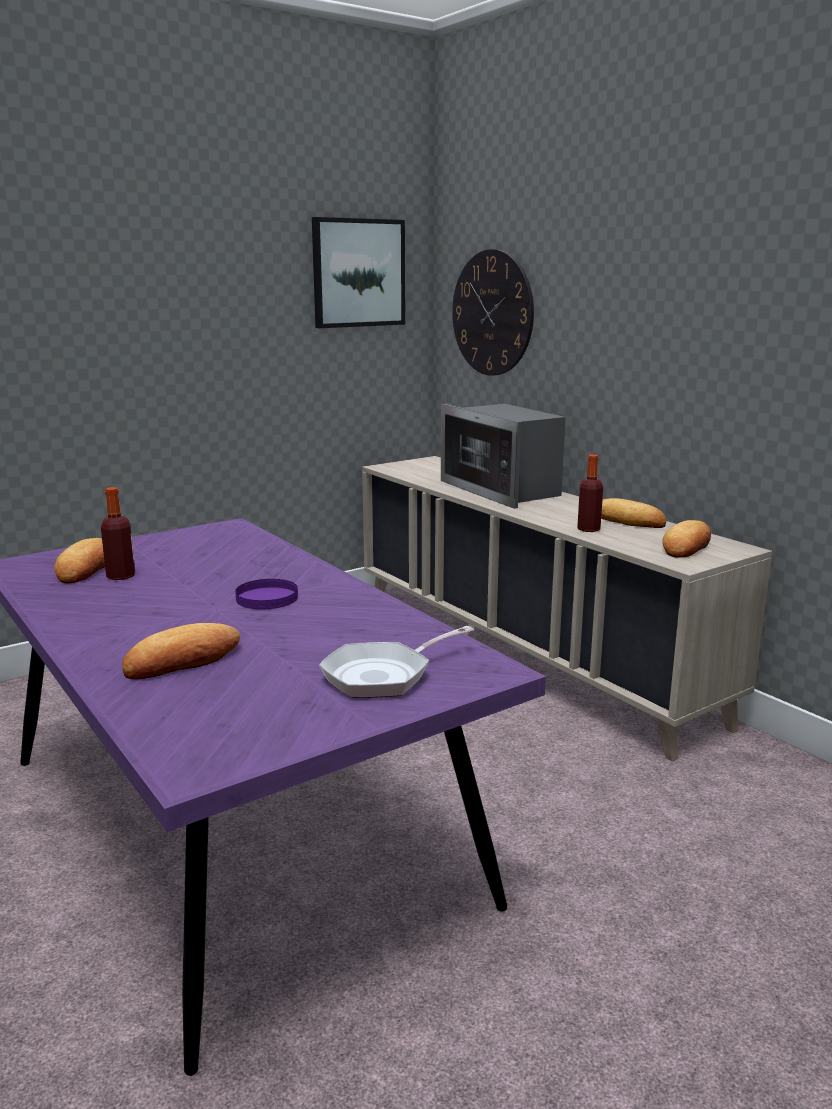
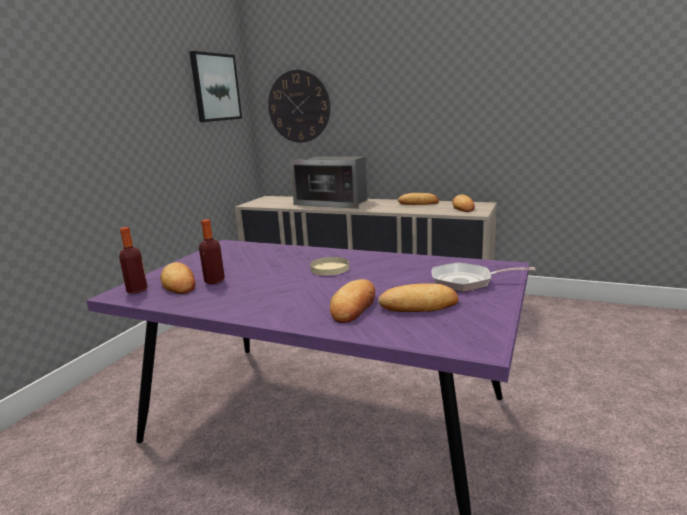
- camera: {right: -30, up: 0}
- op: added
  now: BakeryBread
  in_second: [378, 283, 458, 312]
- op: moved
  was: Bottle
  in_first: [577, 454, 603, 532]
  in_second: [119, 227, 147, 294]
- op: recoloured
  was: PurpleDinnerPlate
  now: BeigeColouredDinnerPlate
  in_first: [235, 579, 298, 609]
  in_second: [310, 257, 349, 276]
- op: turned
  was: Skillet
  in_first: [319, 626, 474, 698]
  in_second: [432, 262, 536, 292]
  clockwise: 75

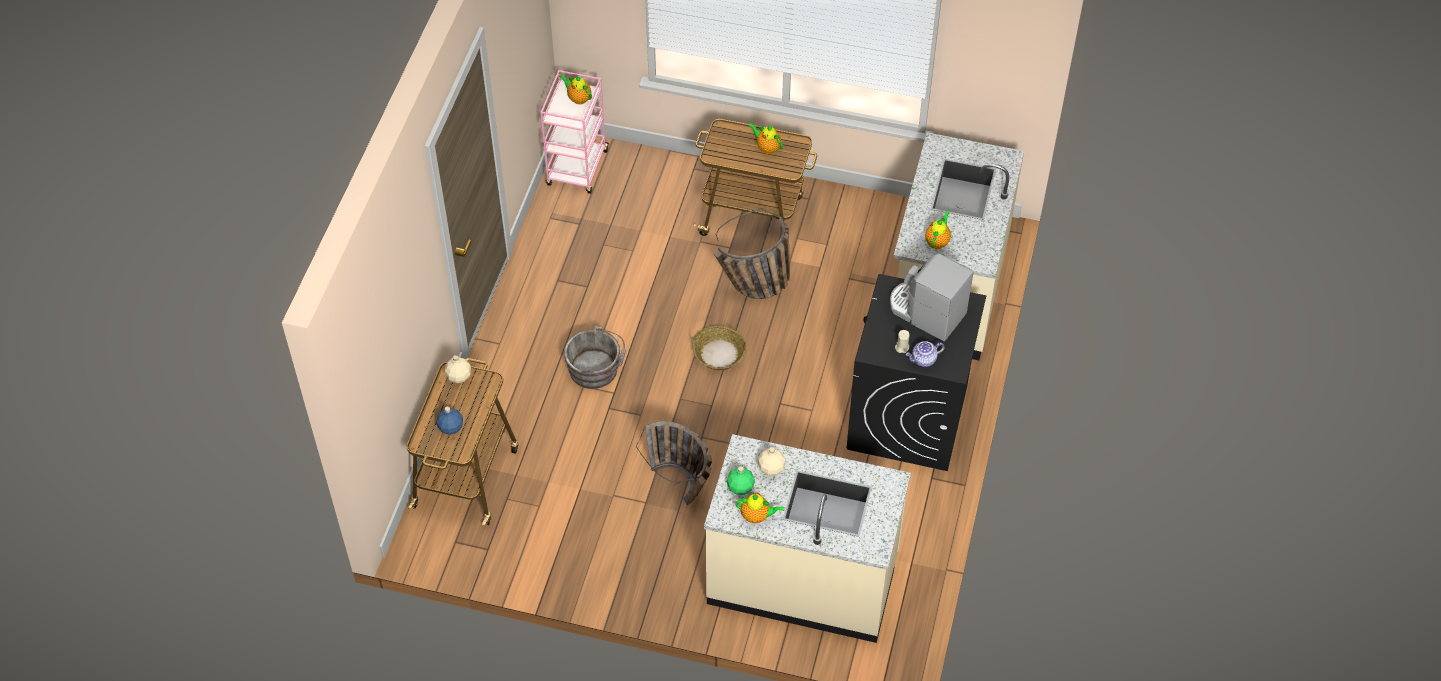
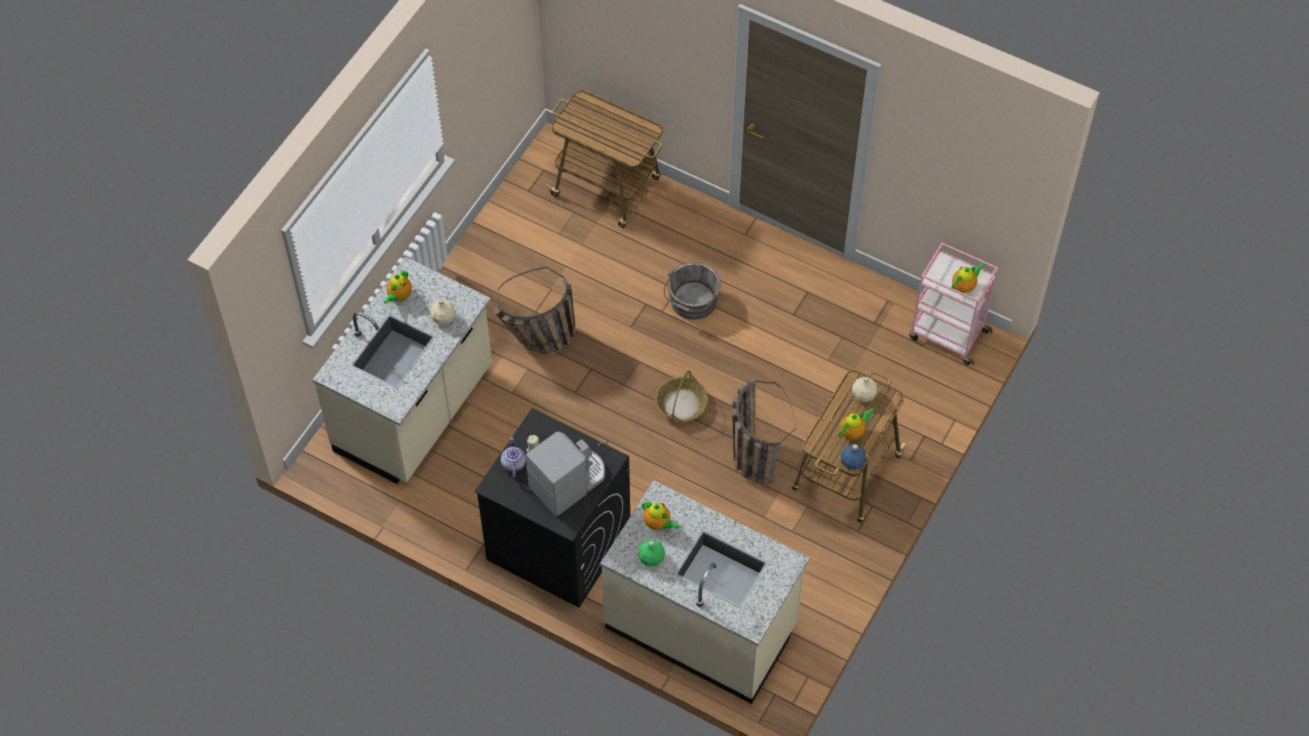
- camera: {right: 105, up: 5}
- op: moved
  was: BlueColouredBottle
  in_first: [437, 406, 463, 435]
  in_second: [841, 444, 866, 470]
- op: moved
  was: BeigeColouredBottle
  in_first: [445, 355, 471, 383]
  in_second: [852, 376, 877, 402]
- op: moved
  was: GreenishBottle
  in_first: [726, 466, 755, 495]
  in_second: [638, 540, 665, 566]

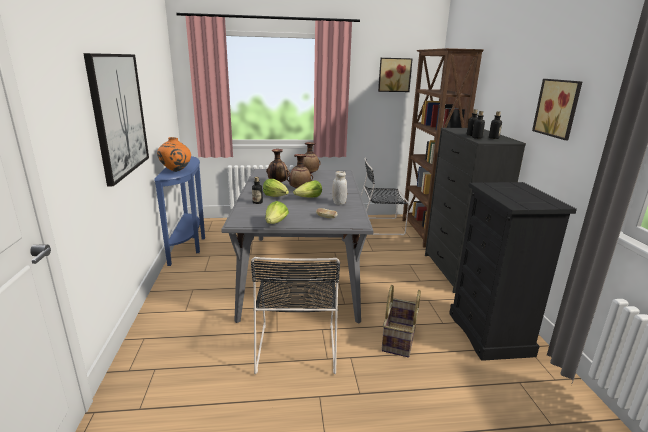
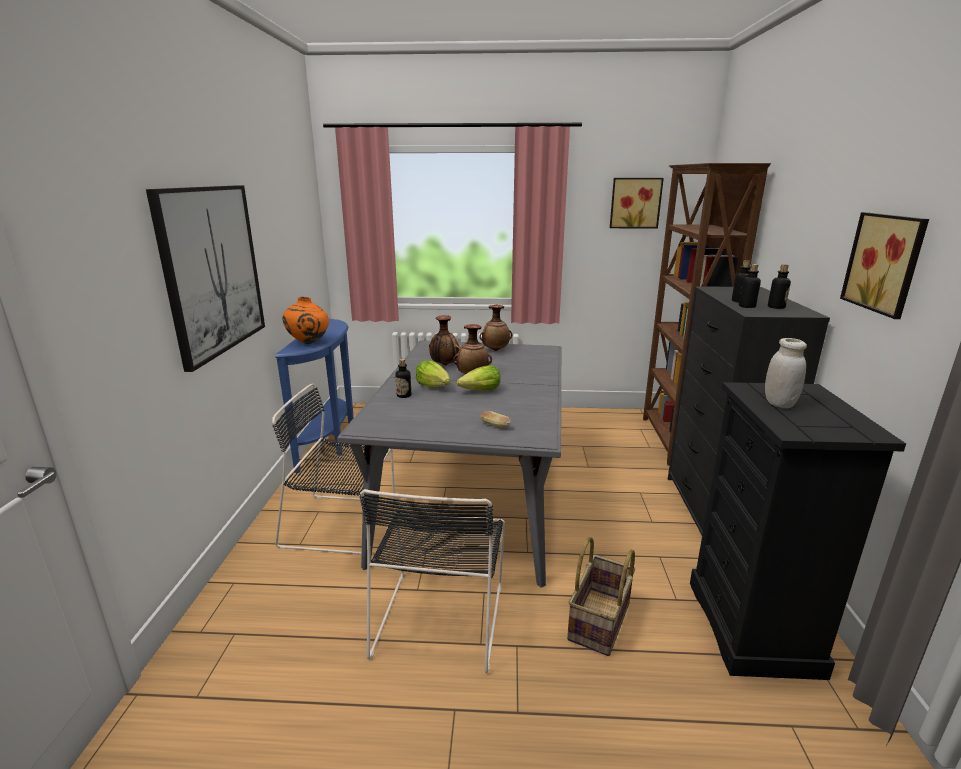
- camera: {right: 10, up: 0}
- op: removed
  was: HeadOfLettuce
  in_first: [265, 201, 289, 224]
- op: moved
  was: WhitishJar
  in_first: [332, 171, 347, 205]
  in_second: [765, 338, 807, 408]
- op: moved
  was: BlackishChair
  in_first: [361, 157, 409, 235]
  in_second: [272, 383, 395, 555]

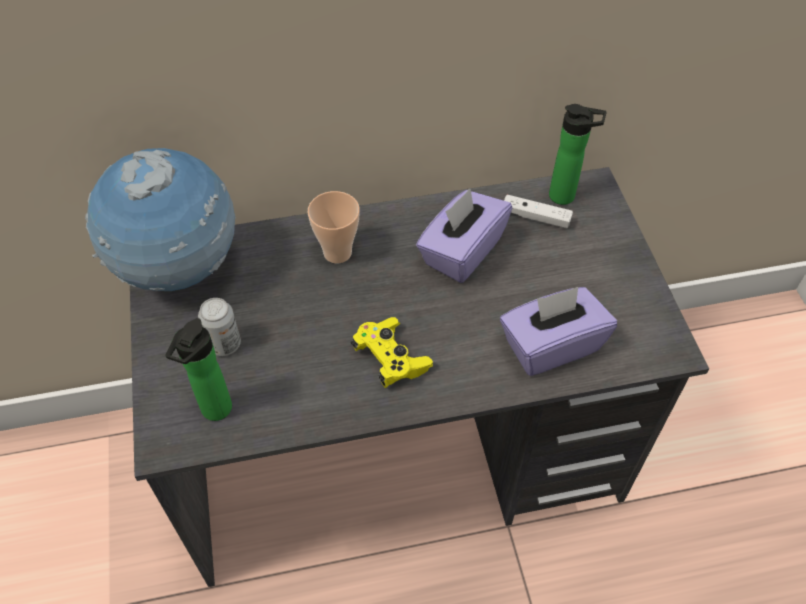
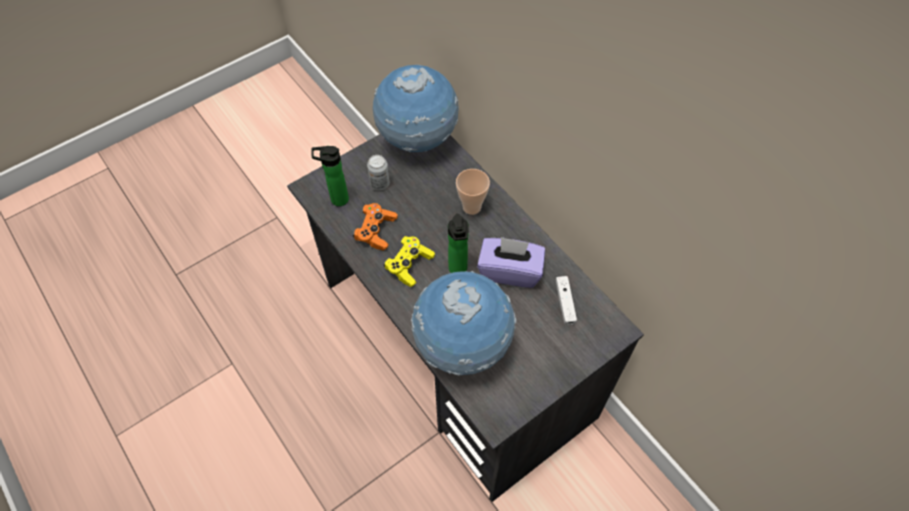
- camera: {right: 65, up: 5}
- op: added
  now: OrangeyJoypad
  in_second: [353, 203, 398, 251]
- op: moved
  was: Bottle
  in_first: [549, 104, 606, 205]
  in_second: [448, 213, 469, 273]
- op: replaced
  was: PurpleTissueBox
  now: WorldGlobe
  in_first: [500, 287, 617, 376]
  in_second: [411, 271, 517, 375]

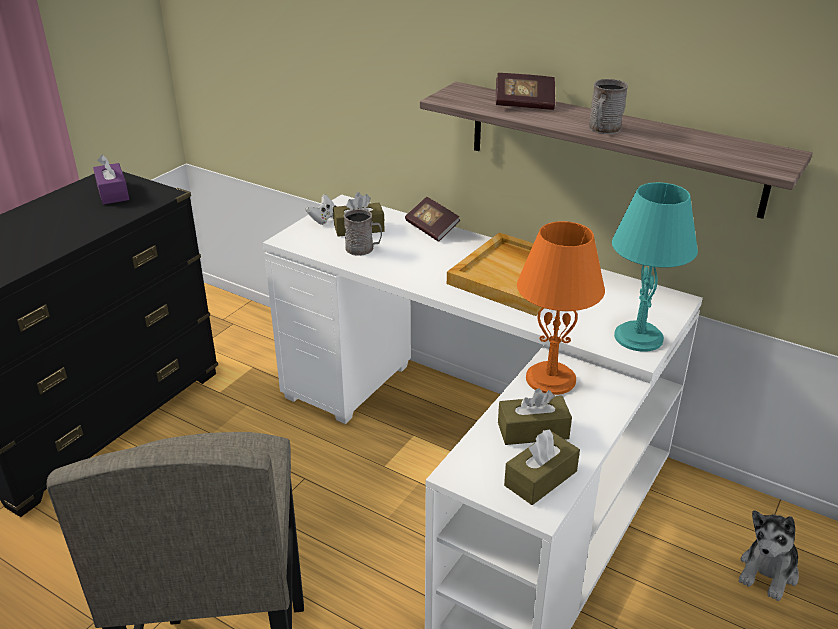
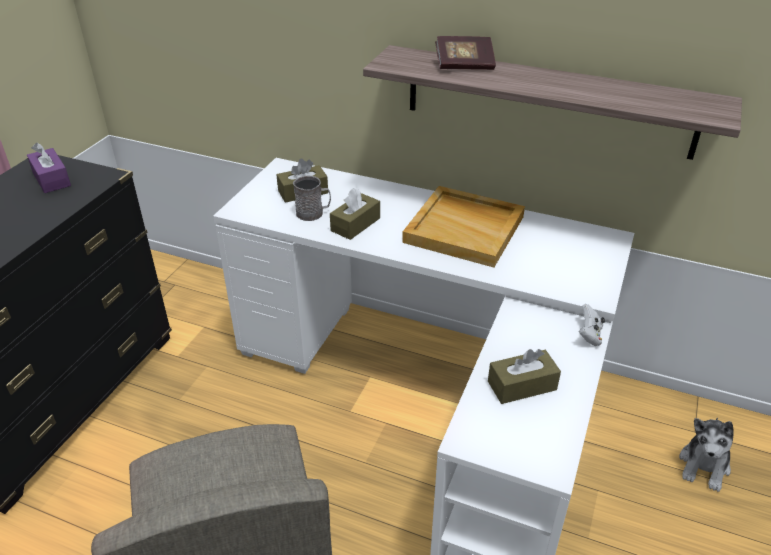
- camera: {right: -10, up: 5}
- op: removed
  was: Volume
  in_first: [405, 197, 460, 241]
- op: removed
  was: OrangeyTabletopLamp
  in_first: [517, 221, 605, 395]
- op: removed
  was: GreyishCoffeeMug
  in_first: [589, 79, 628, 134]
- op: removed
  was: TurquoiseColouredTabletopLamp
  in_first: [612, 182, 698, 352]
- op: moved
  was: WhitishJoypad
  in_first: [305, 194, 337, 225]
  in_second: [579, 304, 605, 346]
- op: moved
  was: BrownColouredTissueBox
  in_first: [504, 430, 580, 505]
  in_second: [330, 188, 380, 240]

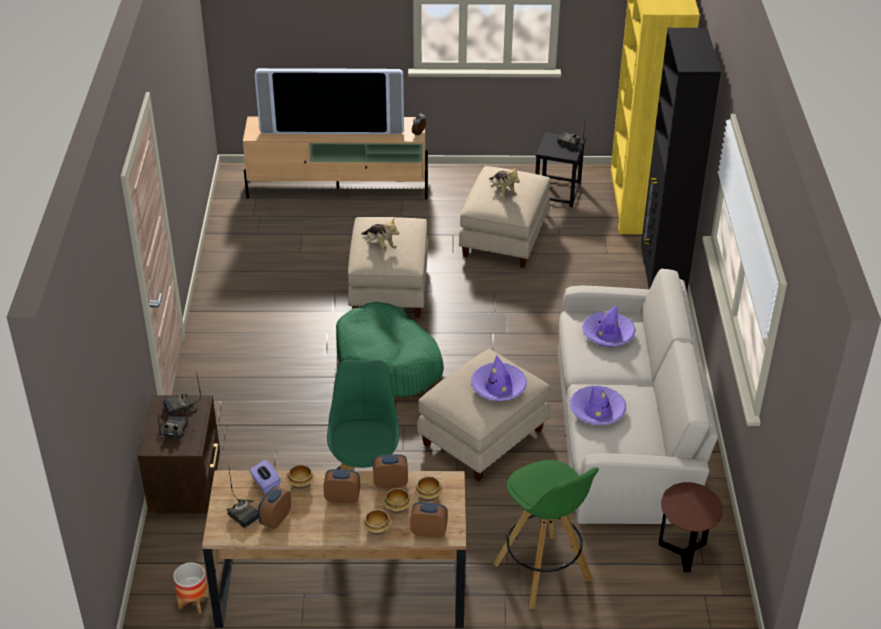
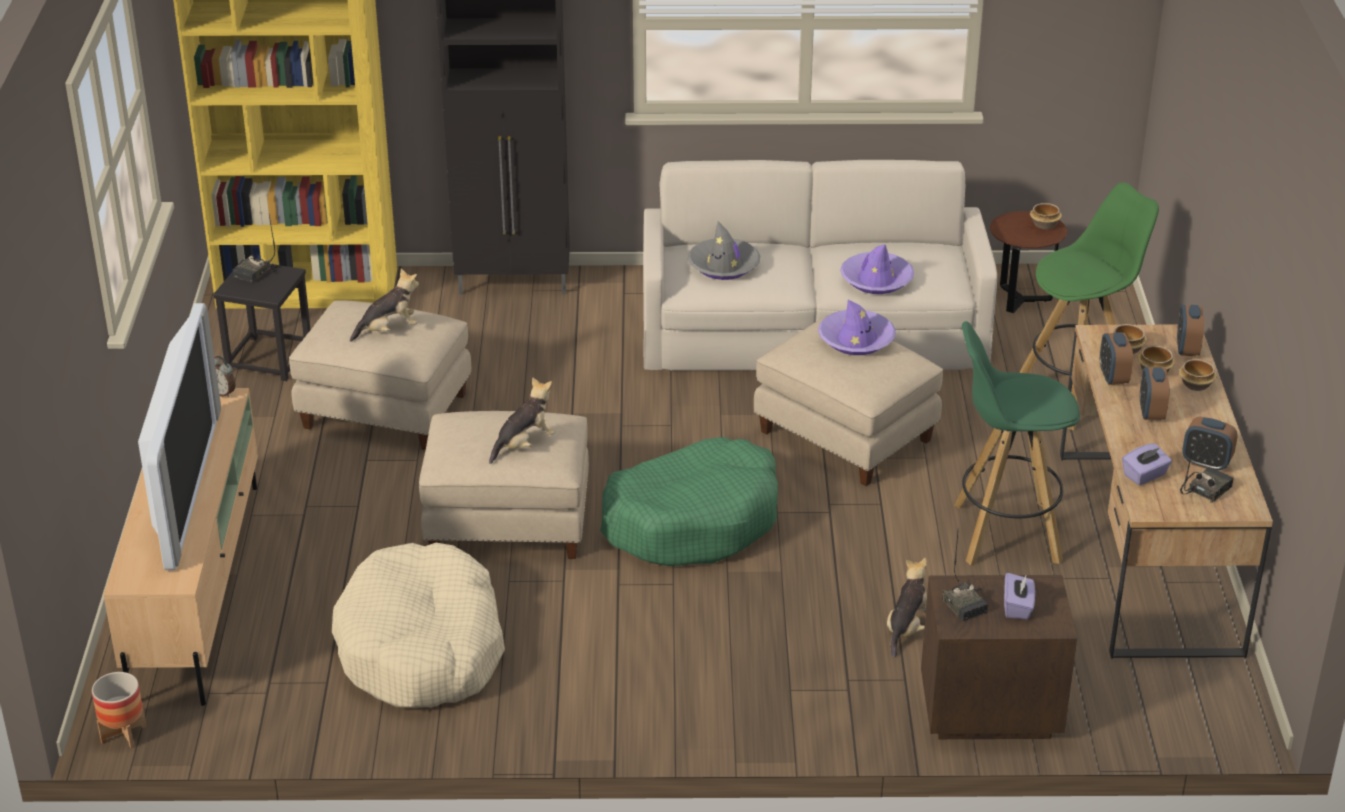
- camera: {right: -90, up: -5}
- op: added
  now: BeigeColouredPetBed
  in_second: [332, 543, 505, 708]
- op: added
  now: CuddlyToy
  in_second: [887, 558, 927, 657]
- op: moved
  was: FlowerPot
  in_first: [173, 563, 209, 614]
  in_second: [92, 672, 147, 748]
- op: moved
  was: DeepDish
  in_first: [286, 464, 315, 490]
  in_second: [1030, 203, 1062, 229]
- op: replaced
  was: RadioReceiver
  now: PurpleTissueBox
  in_first: [158, 416, 188, 441]
  in_second: [1004, 573, 1035, 619]
- op: recoloured
  was: PurpleHat
  now: GreyishHat
  in_first: [582, 305, 636, 347]
  in_second: [688, 221, 760, 280]

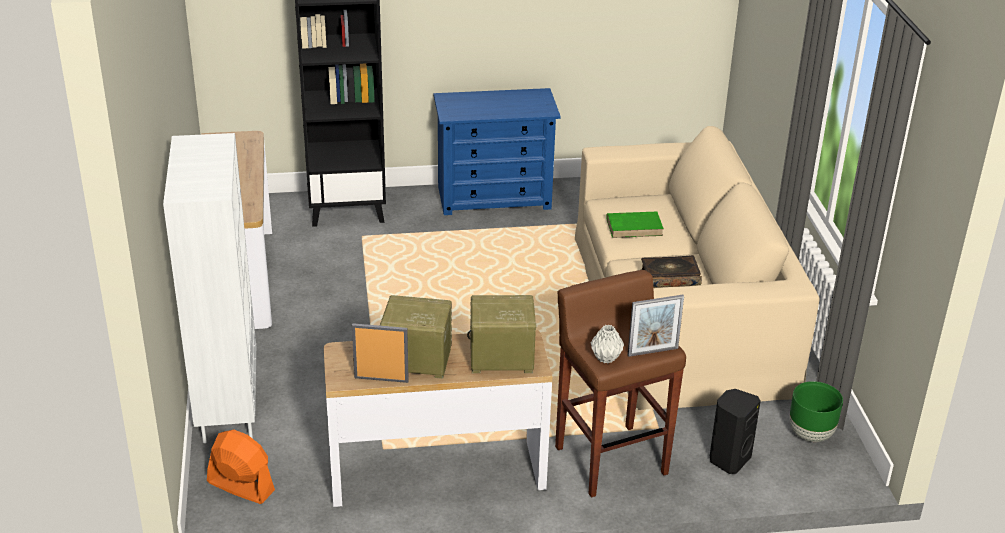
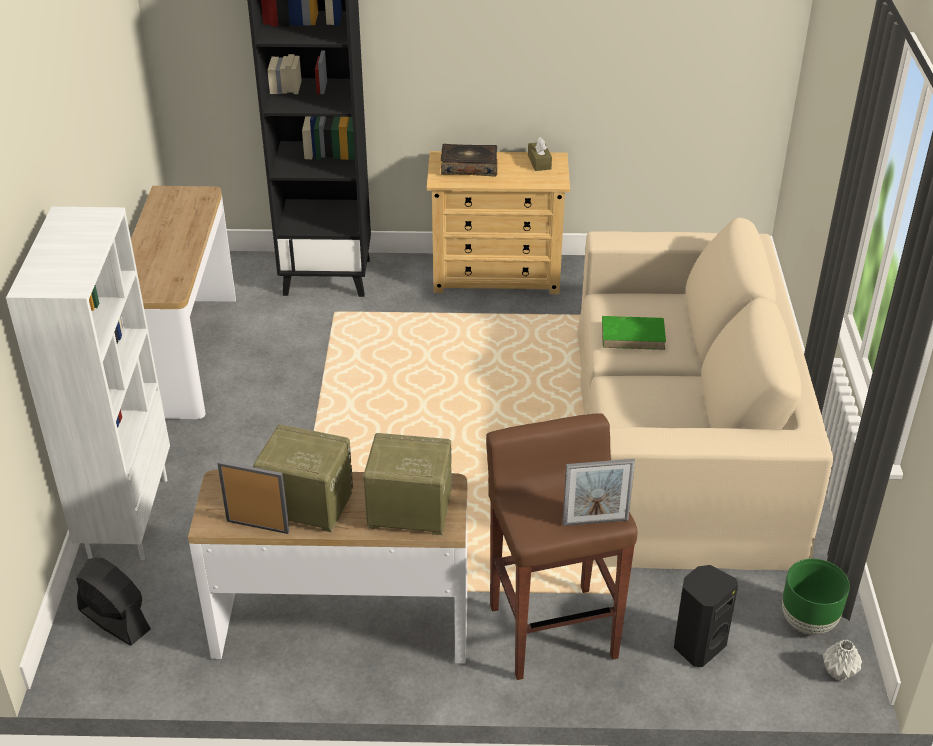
- camera: {right: 10, up: 5}
- op: added
  now: BrownColouredTissueBox
  in_second: [528, 137, 552, 171]
- op: moved
  was: GreyishFlowerVase
  in_first: [591, 325, 624, 363]
  in_second: [823, 639, 862, 681]
- op: moved
  was: Volume
  in_first: [641, 255, 702, 288]
  in_second: [441, 144, 497, 177]
- op: recoloured
  was: OrangeyElectricFan
  now: BlackishElectricFan
  in_first: [207, 430, 275, 504]
  in_second: [76, 557, 151, 645]
- op: recoloured
  was: BlueColouredDresser
  now: BeigeColouredDresser
  in_first: [434, 88, 560, 215]
  in_second: [427, 151, 570, 294]

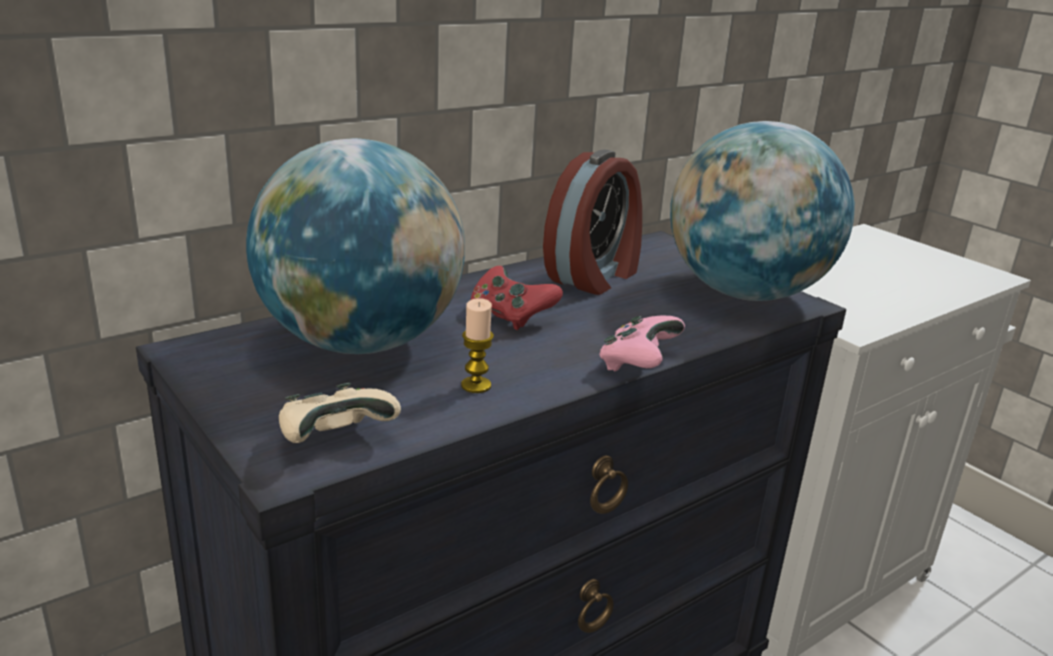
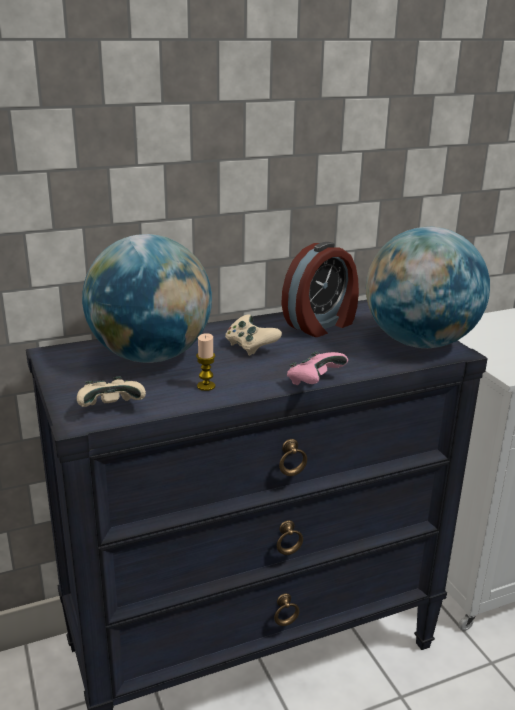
- camera: {right: 15, up: 0}
- op: recoloured
  was: ReddishJoypad
  now: BeigeColouredJoypad
  in_first: [471, 266, 563, 330]
  in_second: [225, 314, 282, 356]

